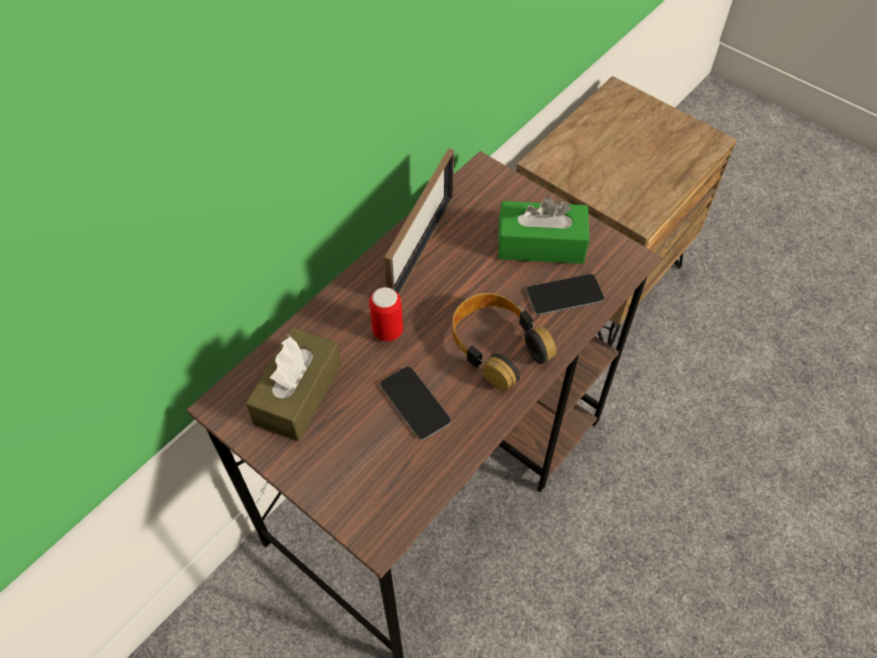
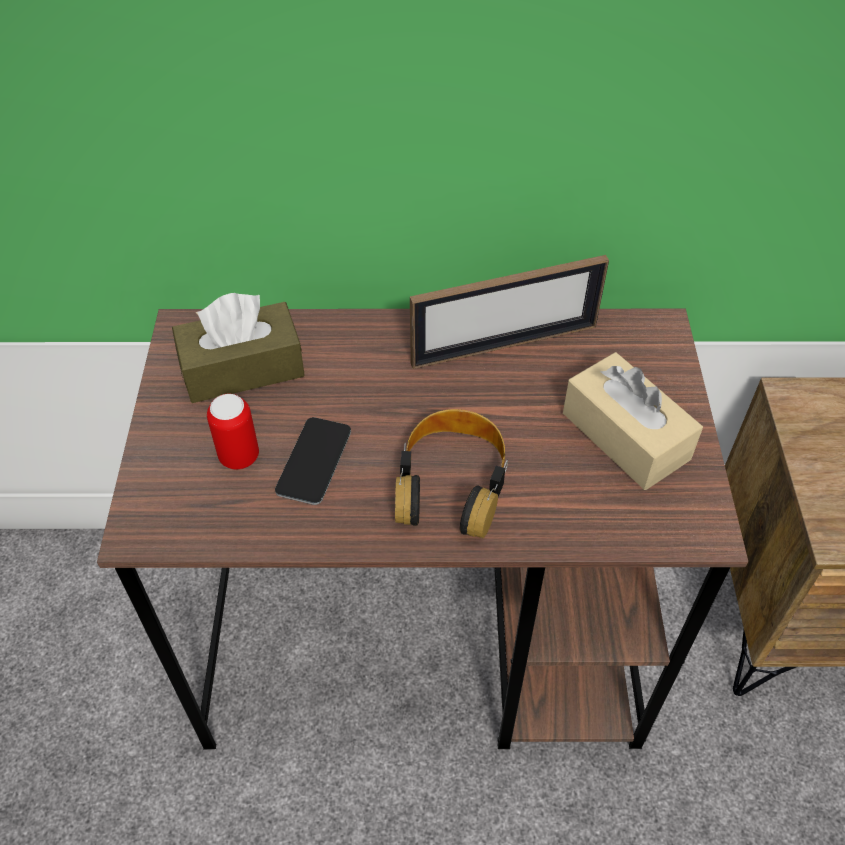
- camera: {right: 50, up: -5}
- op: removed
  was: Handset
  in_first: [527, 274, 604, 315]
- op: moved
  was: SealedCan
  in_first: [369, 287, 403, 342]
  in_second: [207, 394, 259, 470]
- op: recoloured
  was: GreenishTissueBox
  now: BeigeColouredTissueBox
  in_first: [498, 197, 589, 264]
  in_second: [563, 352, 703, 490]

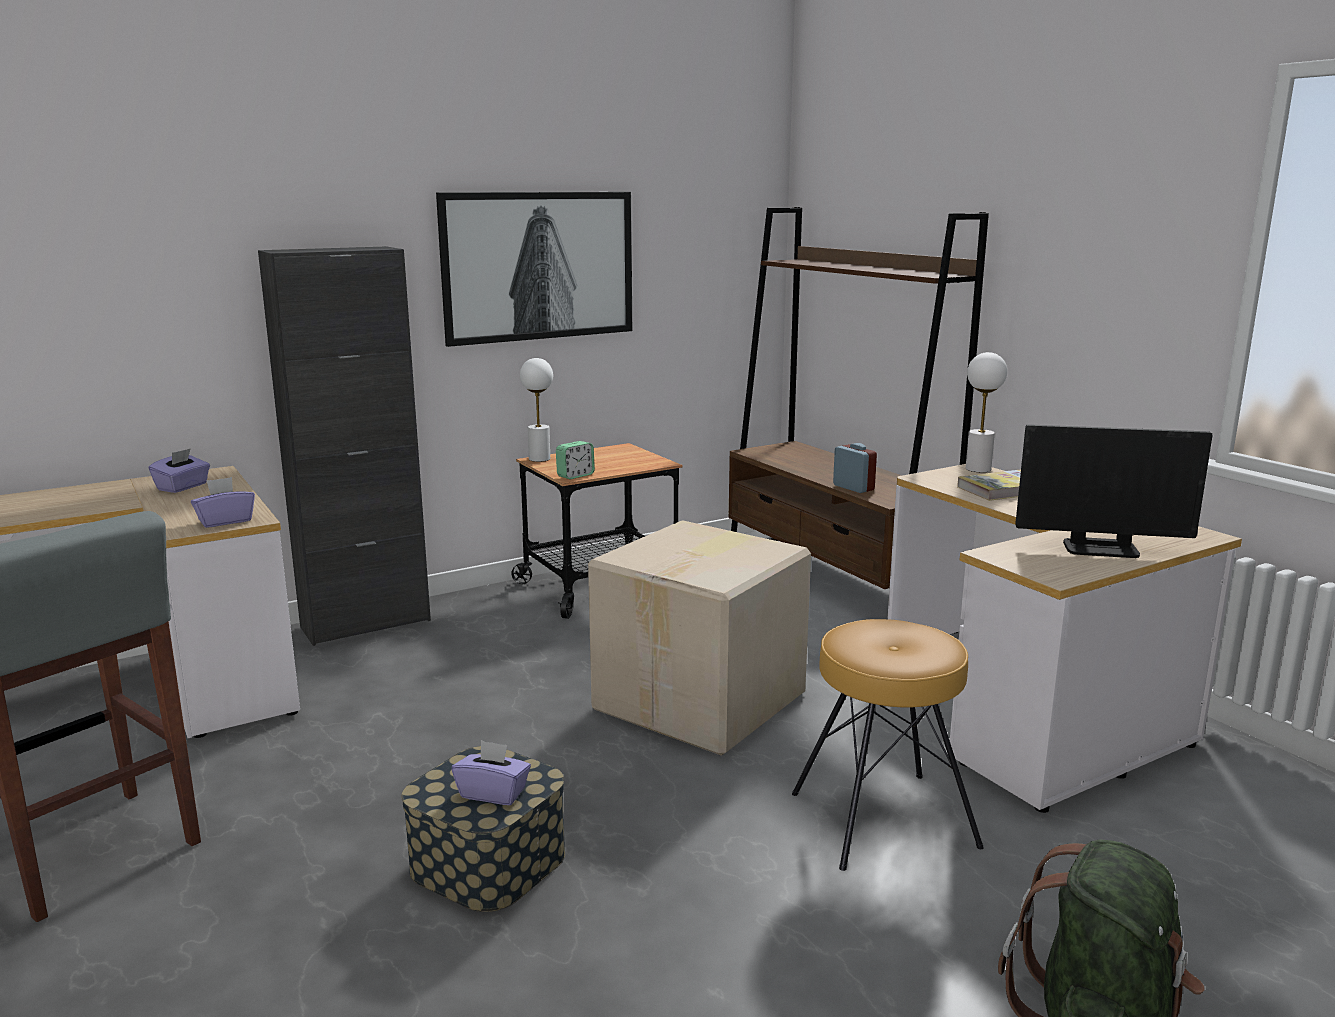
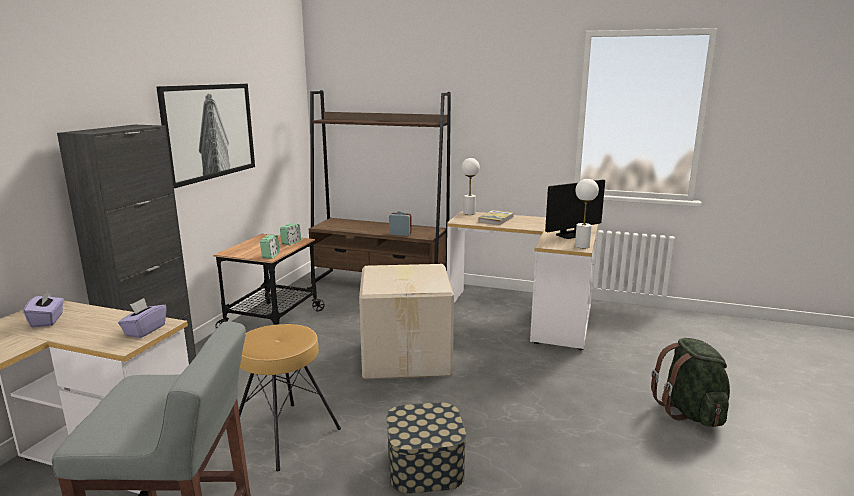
- camera: {right: -40, up: 0}
- op: removed
  was: PurpleTissueBox
  in_first: [452, 740, 531, 805]
- op: added
  now: TableClock
  in_second: [280, 223, 301, 245]
- op: moved
  was: WhitishTabletopLamp
  in_first: [520, 358, 553, 462]
  in_second: [575, 179, 599, 248]
- op: moved
  was: BrownColouredSittingStool
  in_first: [792, 619, 984, 871]
  in_second: [239, 324, 341, 471]

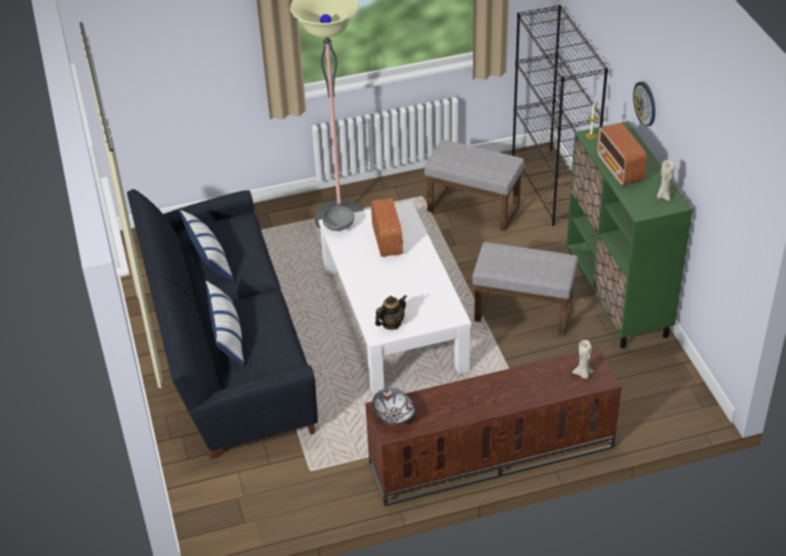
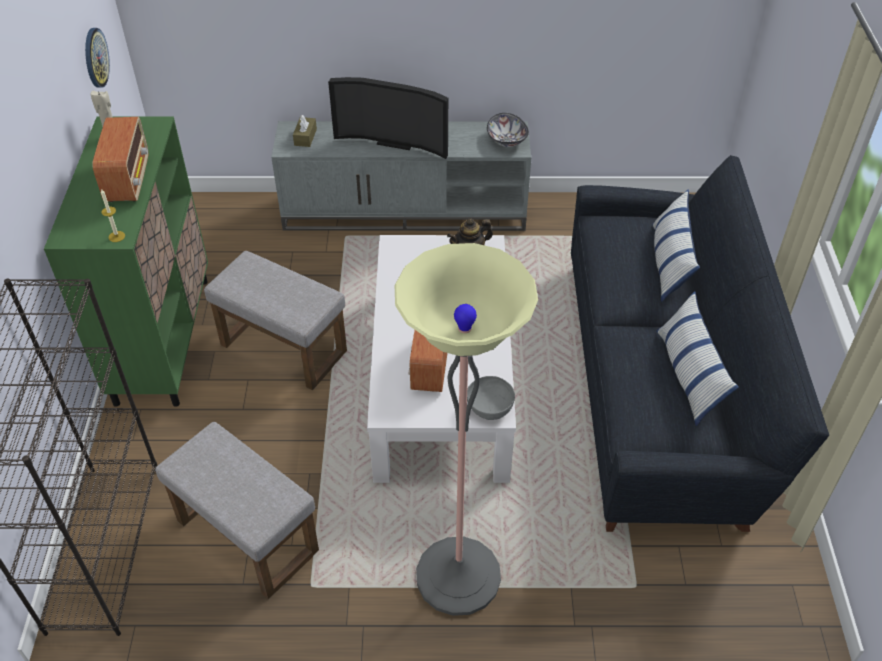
- camera: {right: -165, up: 5}
- op: added
  now: Tv
  in_second: [328, 77, 448, 159]
- op: moved
  was: ClockOnTheWall
  in_first: [633, 81, 655, 127]
  in_second: [85, 28, 110, 88]
- op: replaced
  was: BeigeColouredWaxLight
  now: BrownColouredTissueBox
  in_first: [572, 340, 594, 379]
  in_second: [293, 115, 317, 147]
- op: recoloured
  was: BrownColouredTvStand
  now: GreyishTvStand
  in_first: [365, 347, 622, 506]
  in_second: [271, 121, 532, 231]

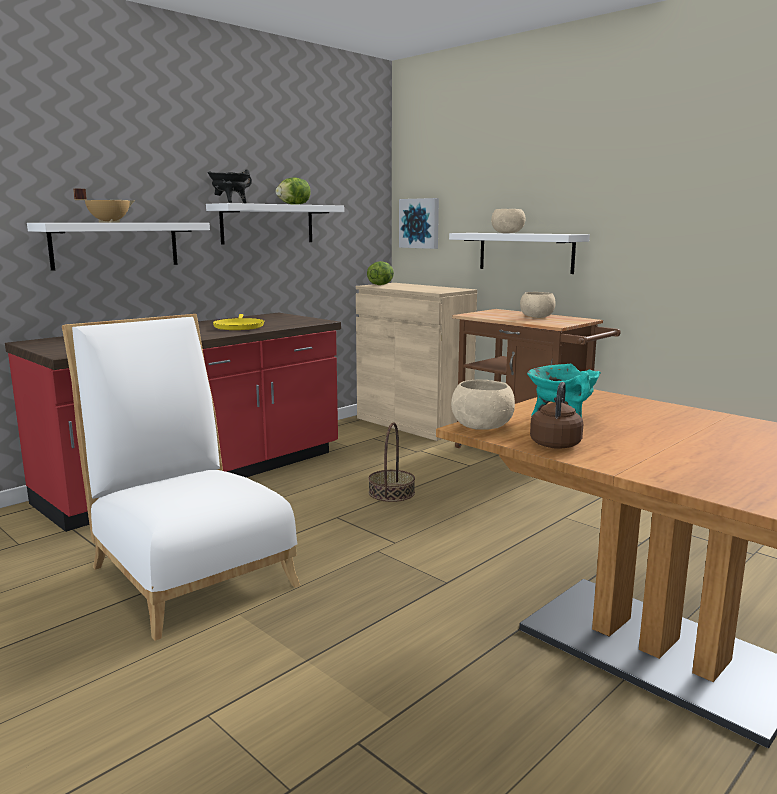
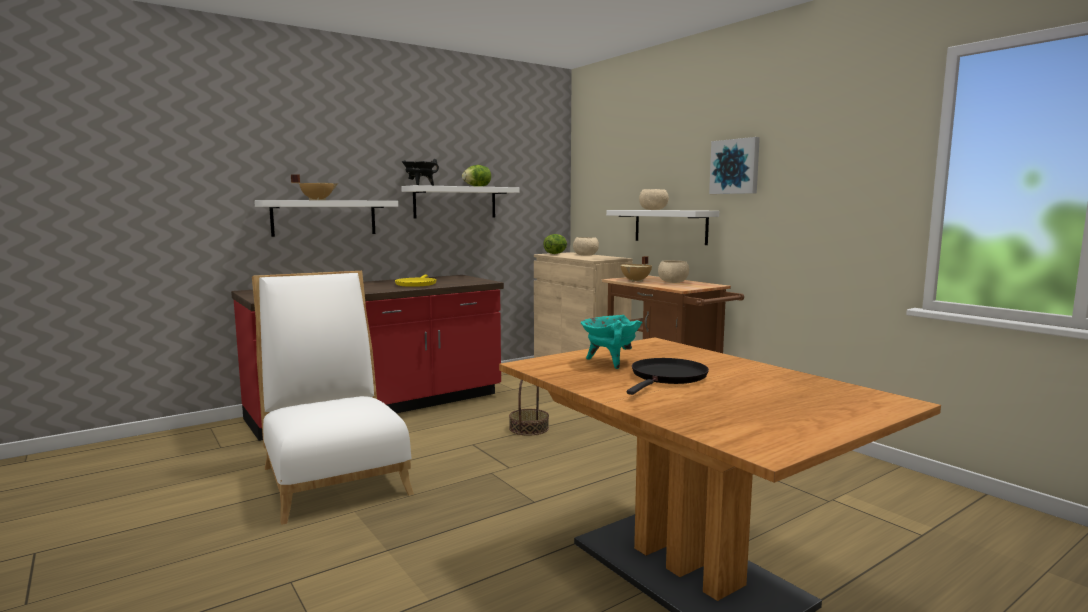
- camera: {right: 10, up: -5}
- op: removed
  was: BrownColouredKettle
  in_first: [530, 382, 583, 449]
- op: added
  now: BeigeColouredCookingPot
  in_second: [620, 256, 652, 282]
- op: added
  now: BlackishSkillet
  in_second: [627, 358, 709, 395]
- op: moved
  was: Picture
  in_first: [399, 198, 439, 249]
  in_second: [709, 137, 760, 194]
- op: moved
  was: BeigeColouredDeepDish
  in_first: [451, 379, 515, 430]
  in_second: [573, 237, 599, 256]

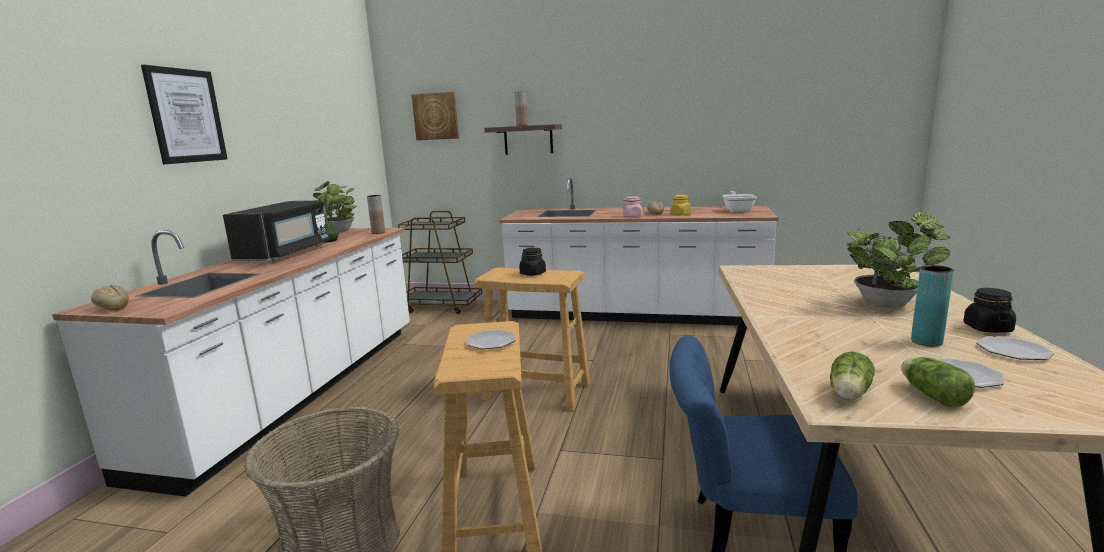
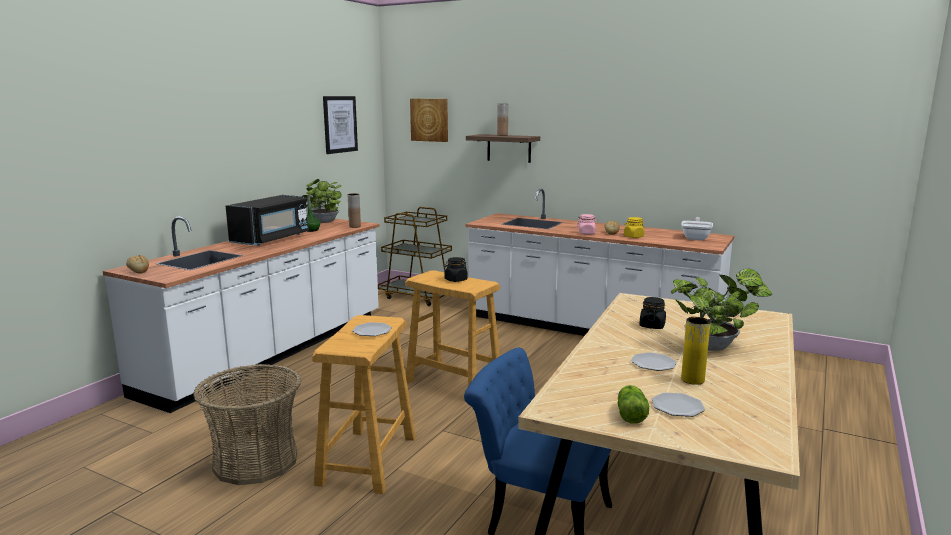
- camera: {right: 15, up: 0}
- op: removed
  was: HeadOfLettuce
  in_first: [830, 351, 875, 400]
- op: moved
  was: Picture
  in_first: [141, 65, 227, 164]
  in_second: [323, 96, 358, 154]
- op: moved
  was: BlackishJar
  in_first: [963, 288, 1016, 333]
  in_second: [639, 297, 666, 329]
- op: moved
  was: DinnerPlate
  in_first: [976, 337, 1054, 360]
  in_second: [631, 352, 677, 371]
- op: recoloured
  was: TurquoiseColouredFlowerVase
  now: YellowColouredFlowerVase
  in_first: [911, 265, 954, 346]
  in_second: [681, 317, 710, 385]

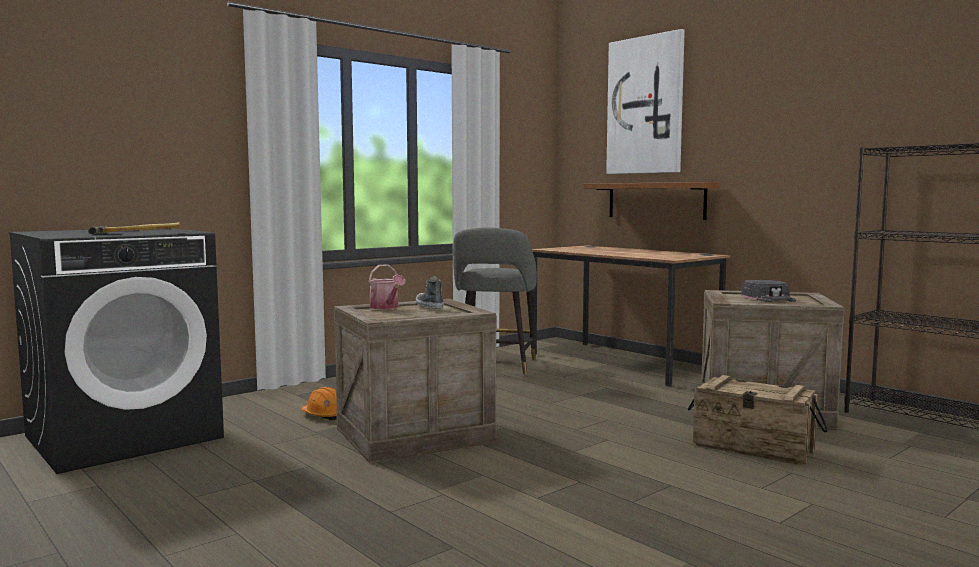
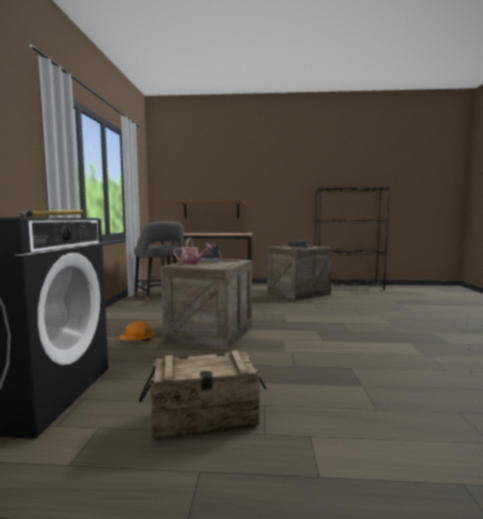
- camera: {right: -45, up: 0}
- op: removed
  was: Picture
  in_first: [606, 29, 685, 174]
- op: moved
  was: PackingCrate
  in_first: [688, 375, 827, 465]
  in_second: [139, 350, 266, 440]

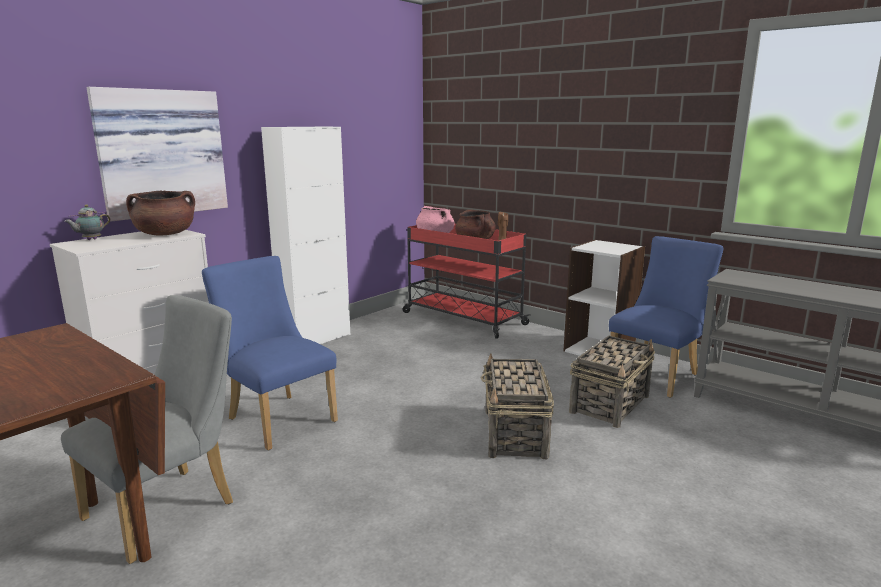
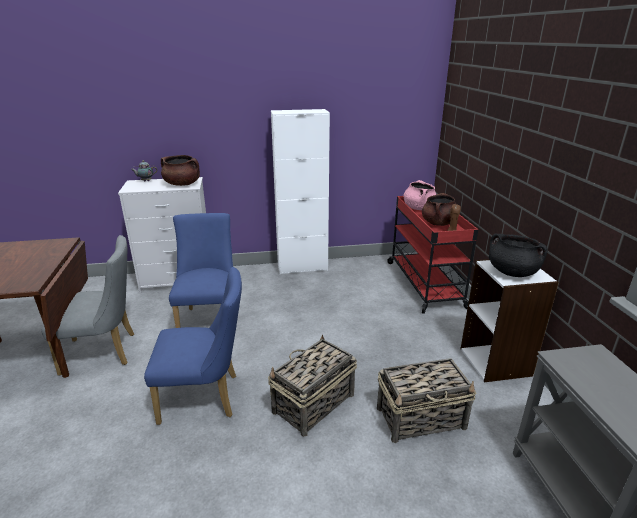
- camera: {right: 40, up: 10}
- op: removed
  was: Picture
  in_first: [86, 87, 228, 222]
- op: added
  now: BlackishCookingPot
  in_second: [489, 234, 547, 277]
- op: moved
  was: BlueColouredChair
  in_first: [609, 236, 723, 398]
  in_second: [144, 267, 242, 425]

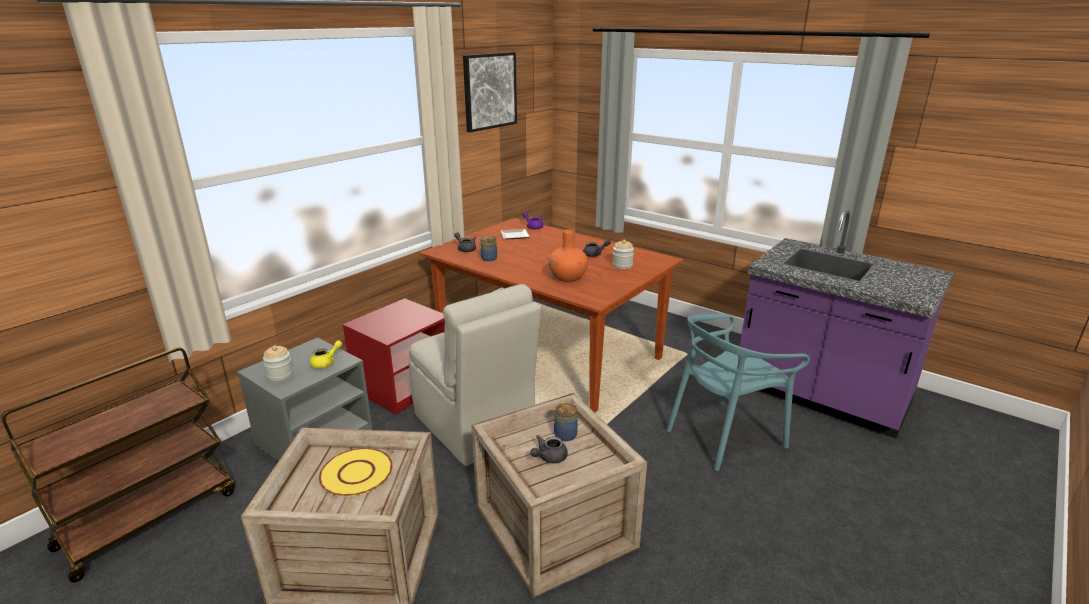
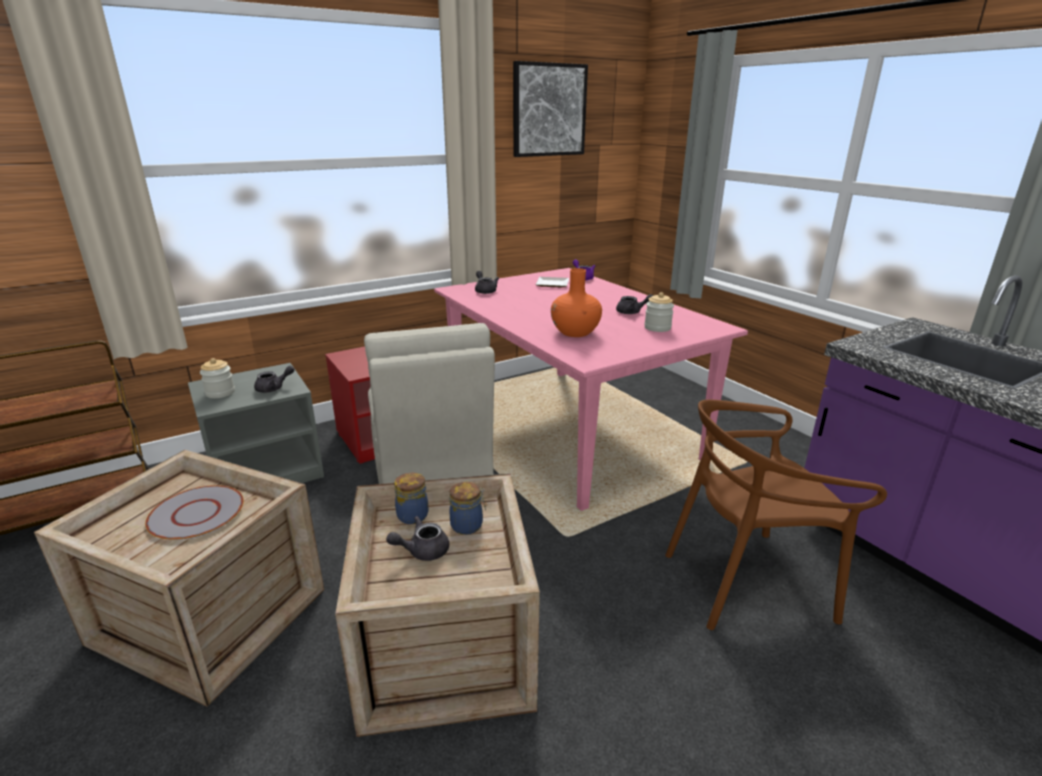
- camera: {right: 20, up: 0}
- op: moved
  was: Jar
  in_first: [479, 236, 497, 261]
  in_second: [394, 472, 428, 524]
- op: recoloured
  was: YellowColouredTeaPot
  now: GreyishTeaPot
  in_first: [310, 340, 342, 368]
  in_second: [254, 366, 295, 393]
- op: recoloured
  was: YellowColouredDinnerPlate
  now: GreyishDinnerPlate
  in_first: [319, 448, 393, 496]
  in_second: [145, 485, 244, 540]
- op: recoloured
  was: BrownColouredDinnerTable
  now: PinkishDinnerTable
  in_first: [420, 218, 683, 413]
  in_second: [434, 268, 748, 511]
- op: recoloured
  was: TurquoiseColouredChair
  now: BrownColouredChair
  in_first: [667, 313, 810, 471]
  in_second: [665, 400, 887, 630]

